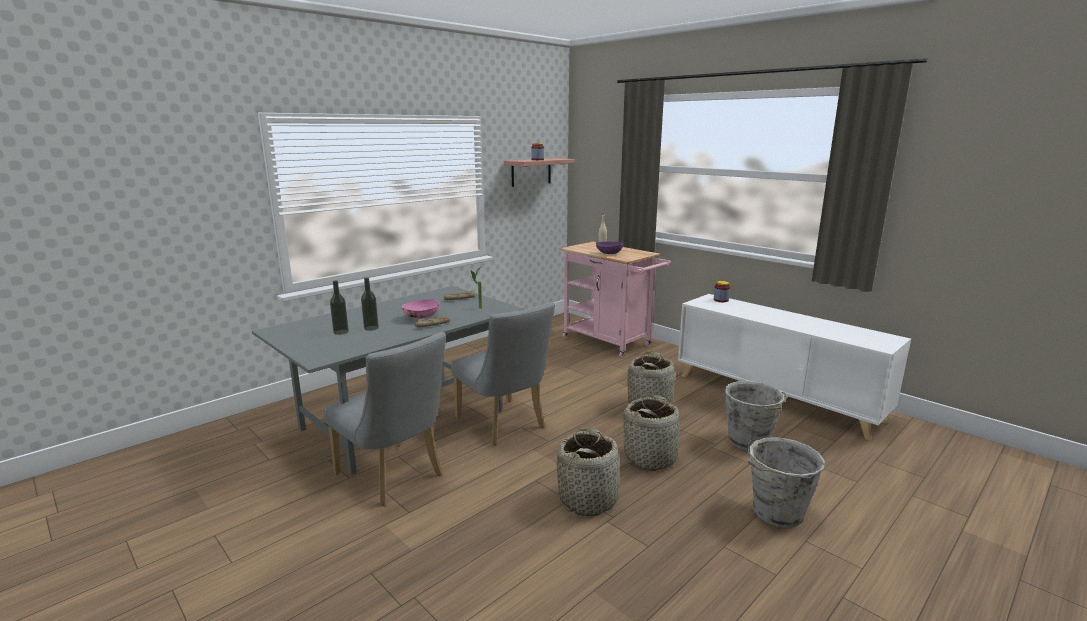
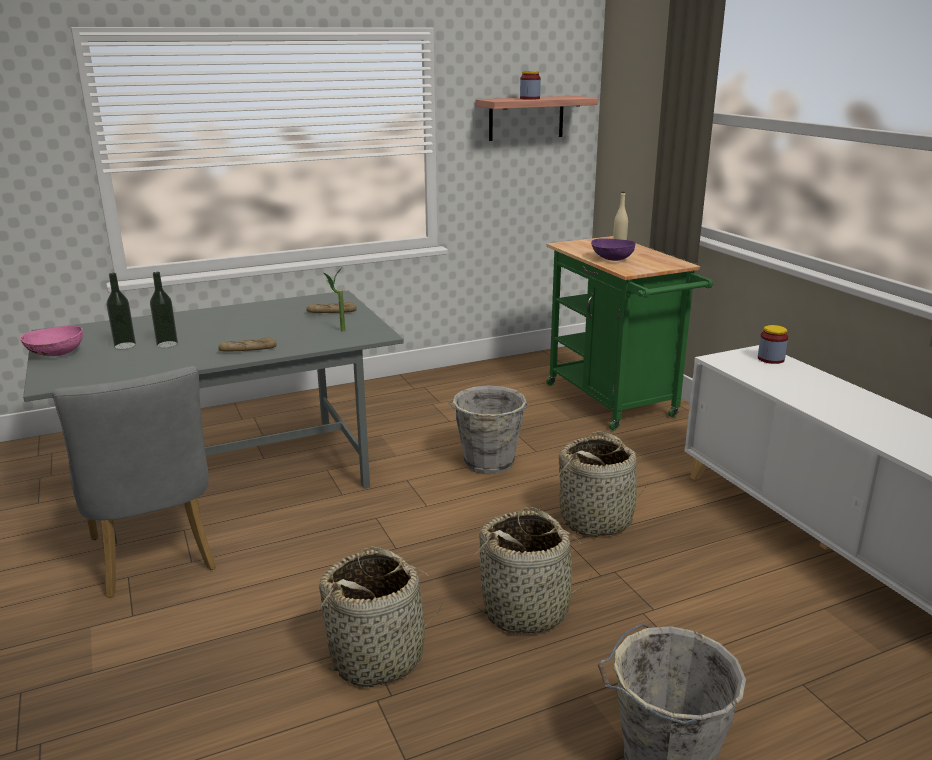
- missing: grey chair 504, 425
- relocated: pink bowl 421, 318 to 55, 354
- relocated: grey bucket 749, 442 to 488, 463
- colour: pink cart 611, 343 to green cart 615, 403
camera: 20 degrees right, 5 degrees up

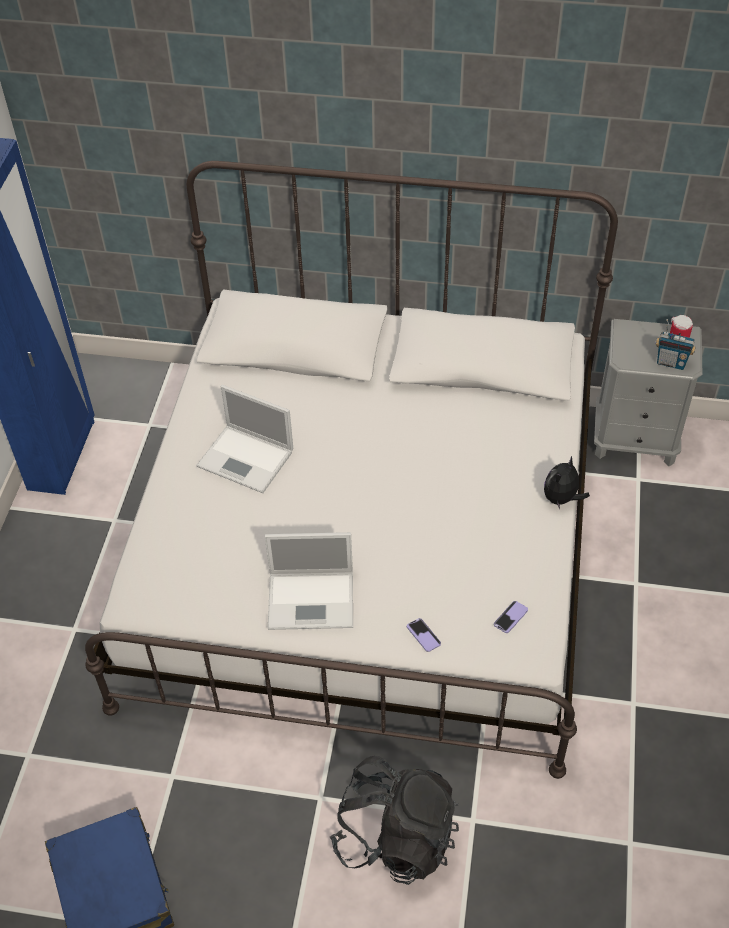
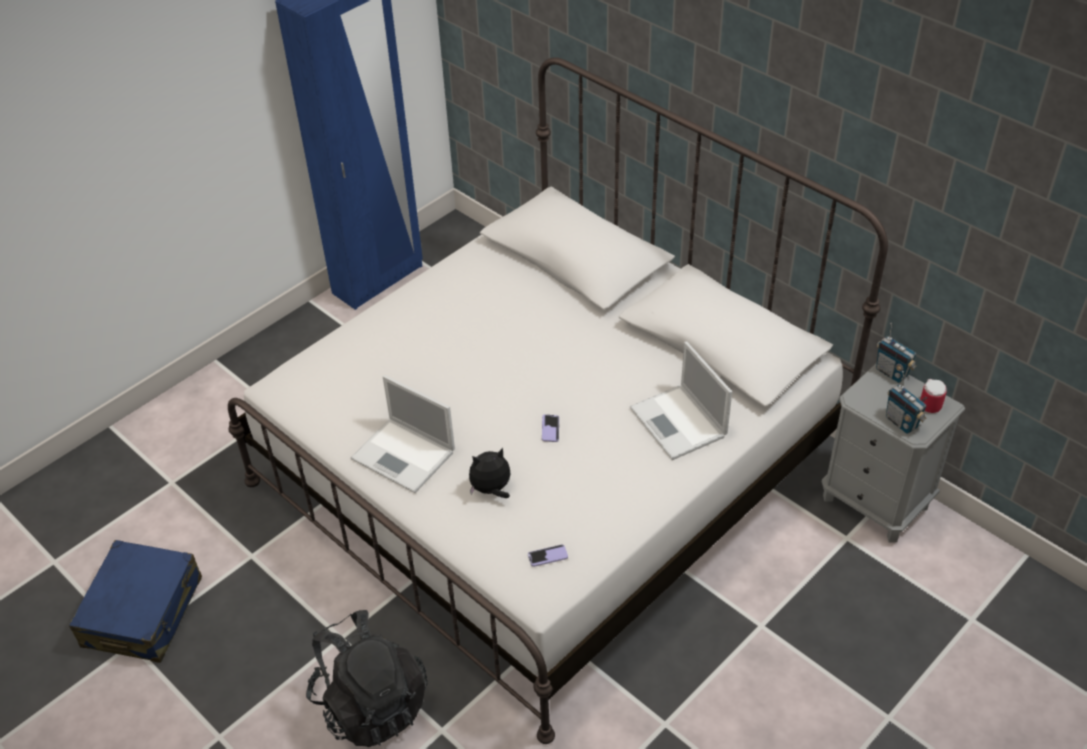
- appeared: radio 891, 373
- relocated: laptop 247, 459 to 679, 423
- relocated: phone 423, 635 to 550, 429
- relocated: plush toy 561, 499 to 491, 490
camera: 35 degrees right, 5 degrees down

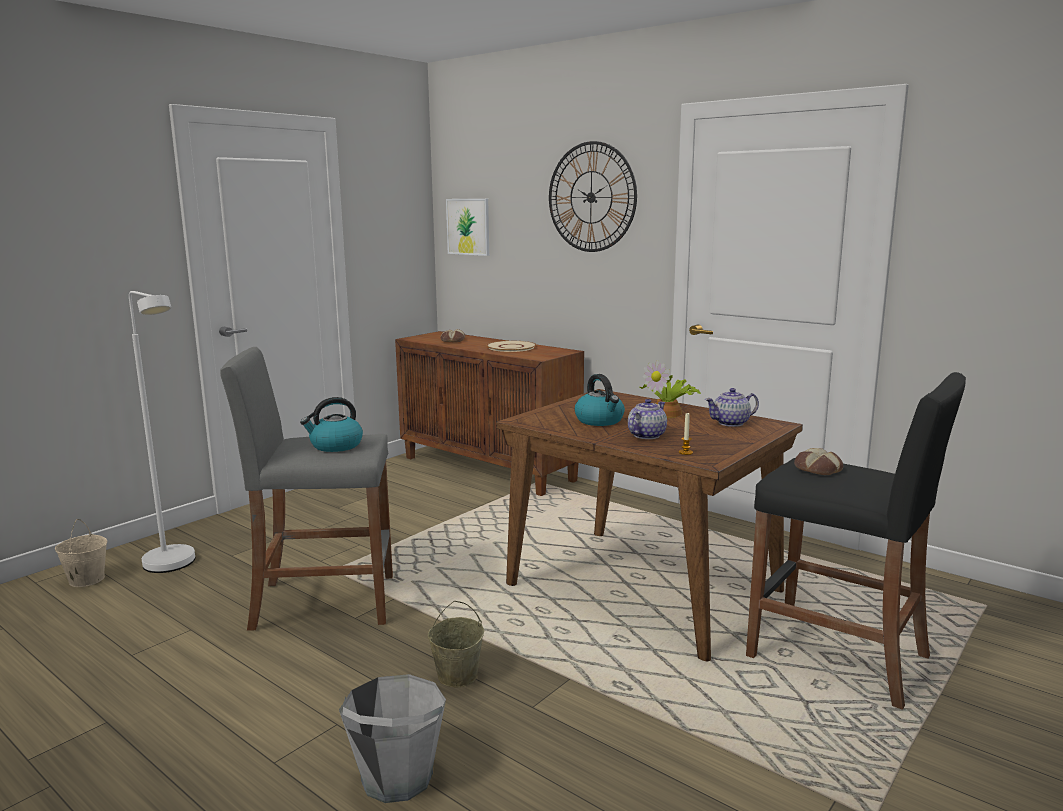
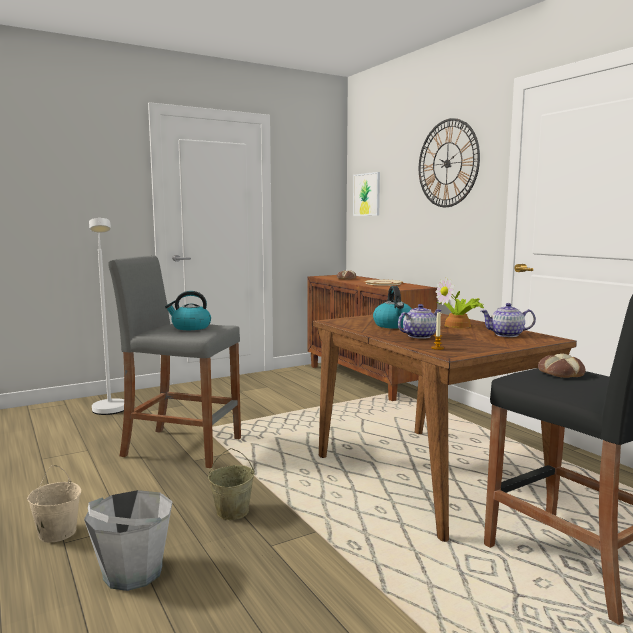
- relocated: beige bucket 86, 580 to 57, 533
camera: 20 degrees right, 5 degrees down

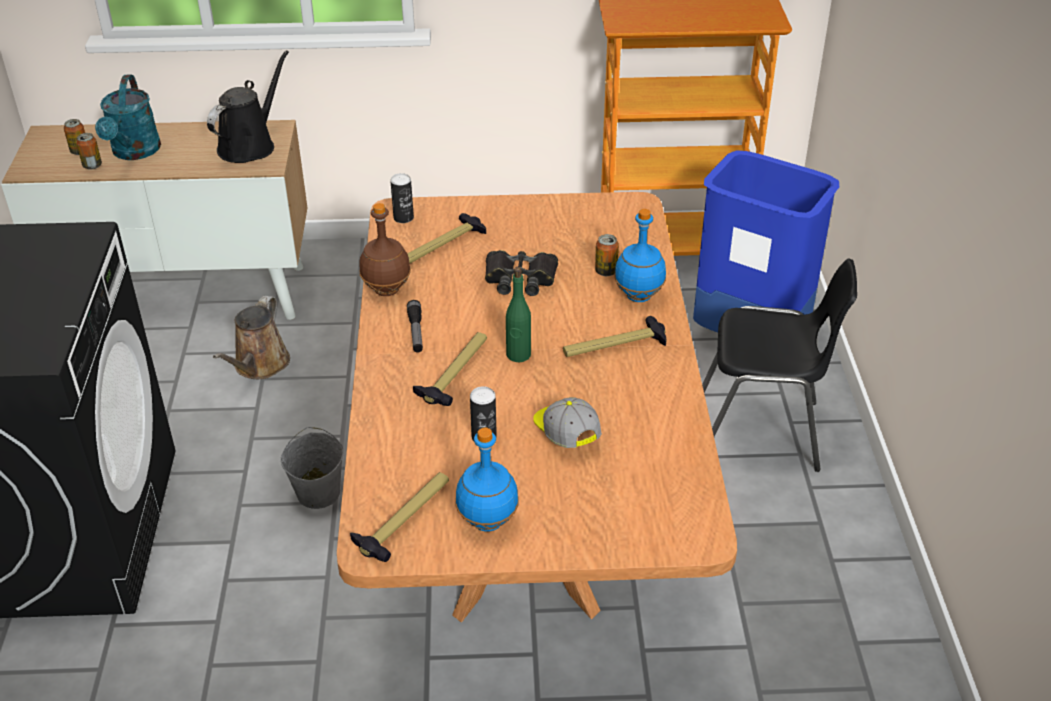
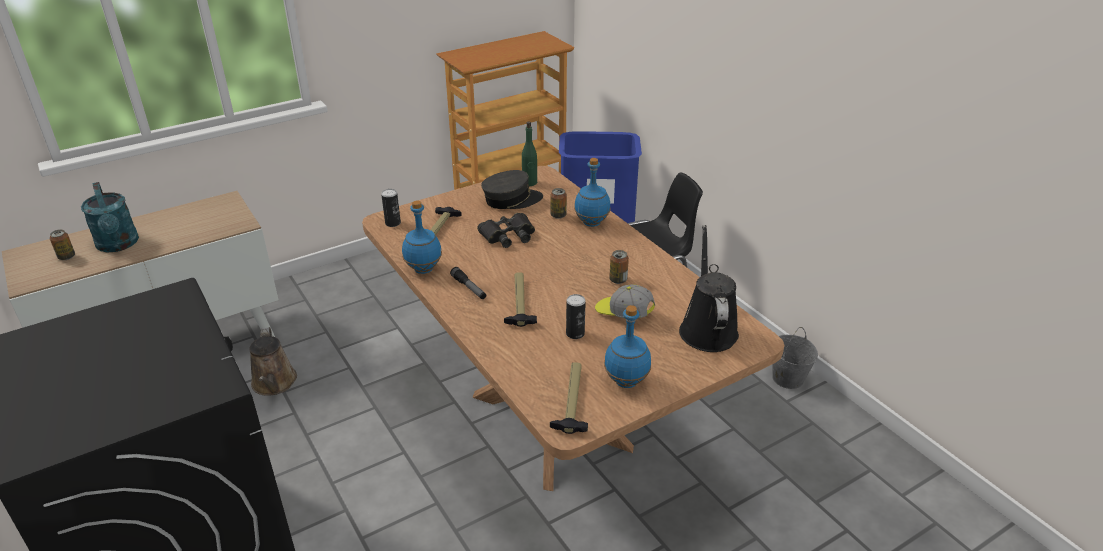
- missing: hammer 614, 346
- appeared: grey cap 511, 200
- relocated: can 92, 165 to 618, 280
- relocated: black watering can 250, 145 to 707, 329
- relocated: grey bucket 318, 492 to 787, 378
- relocated: green bottle 518, 355 to 529, 182
- colour: brown bottle 387, 290 to blue bottle 424, 269
camera: 30 degrees left, 5 degrees down

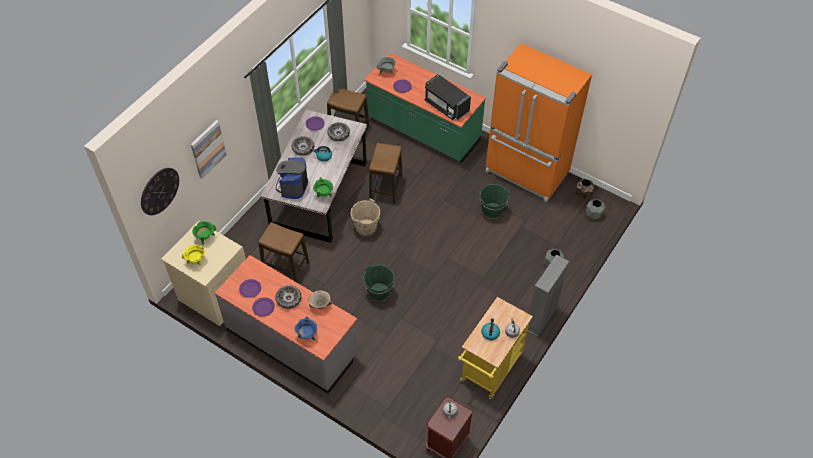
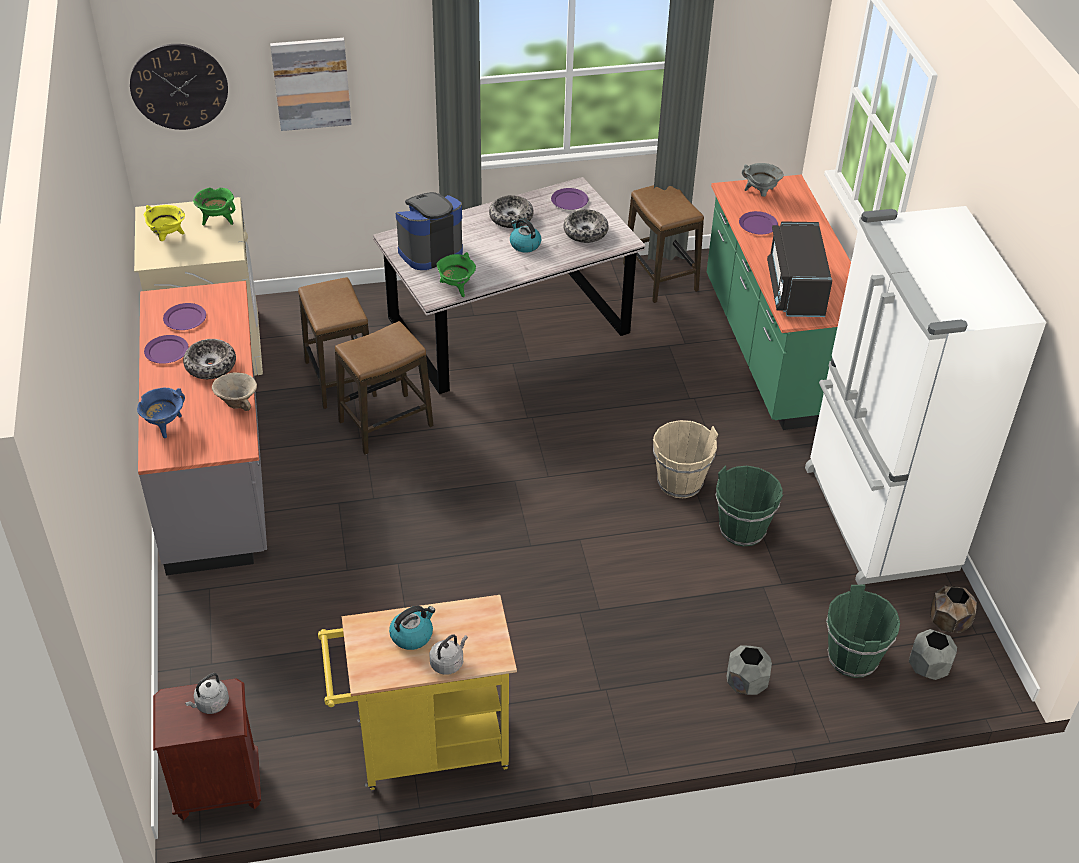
- missing: grey bookcase 541, 318
- relocated: beige bucket 366, 228 to 680, 483
- relocated: green bucket 379, 293 to 852, 658
- relocated: stool 386, 188 to 385, 424
- colour: orange fridge 526, 173 to white fridge 877, 519
camera: 45 degrees right, 10 degrees down

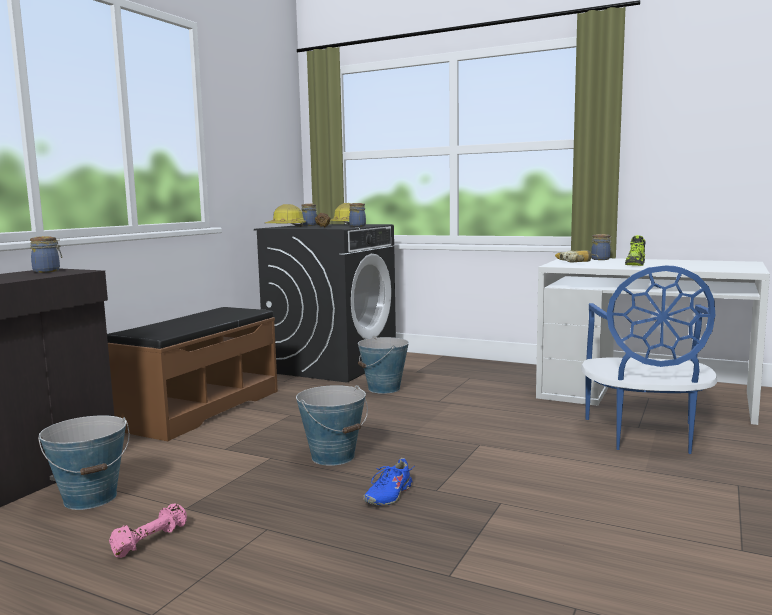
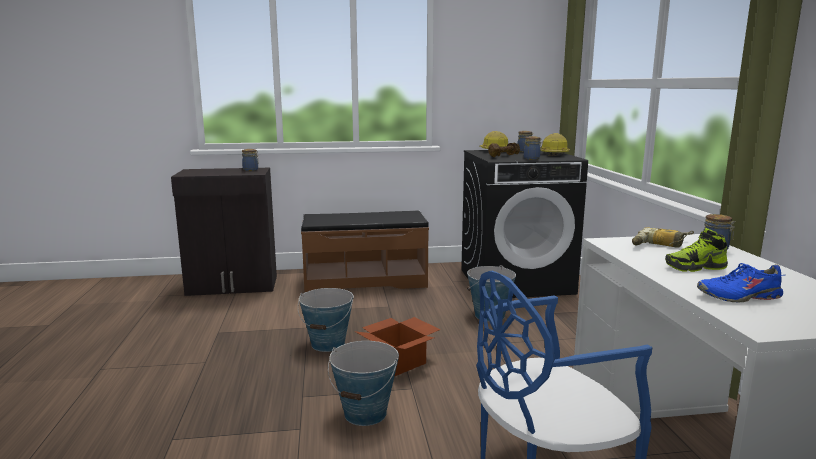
- missing: pink dumbbell 149, 541
- appeared: cardboard box 399, 362
- relocated: bucket 91, 498 to 365, 413
- relocated: blue shoe 388, 495 to 738, 296
camera: 55 degrees right, 5 degrees up

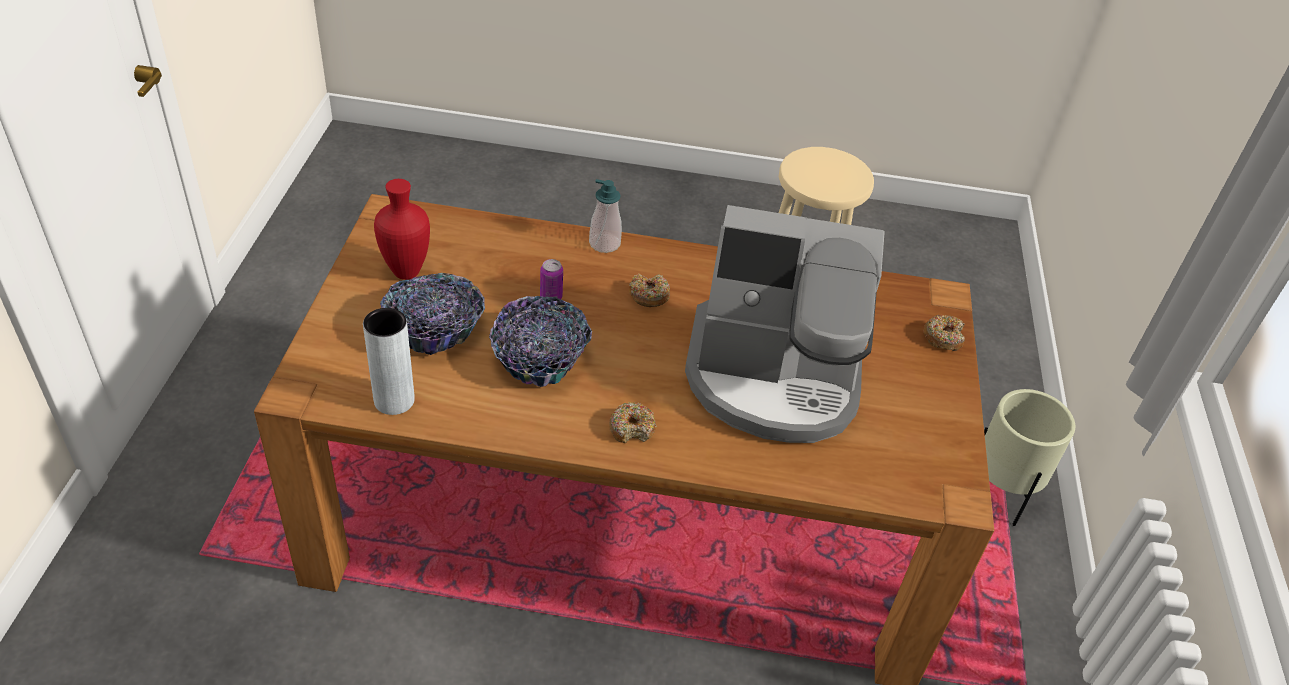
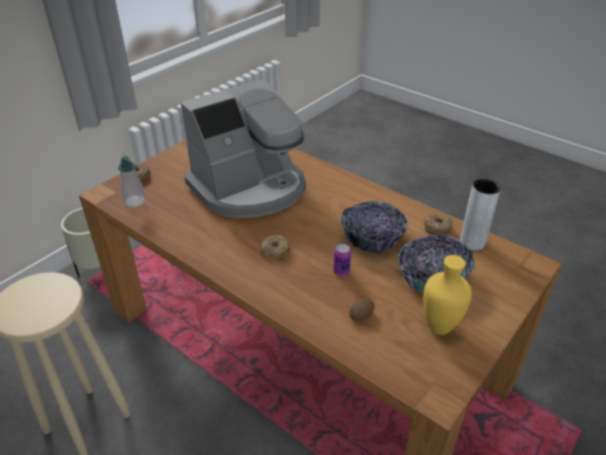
- appeared: potato 360, 315
- relocated: soap dispenser 604, 243 to 134, 201
- relocated: donut 632, 428 to 437, 228
- colour: red vase 408, 271 to yellow vase 438, 327
- spun: coffee machine 773, 378 = 250, 188 105 degrees clockwise
camera: 145 degrees left, 5 degrees down

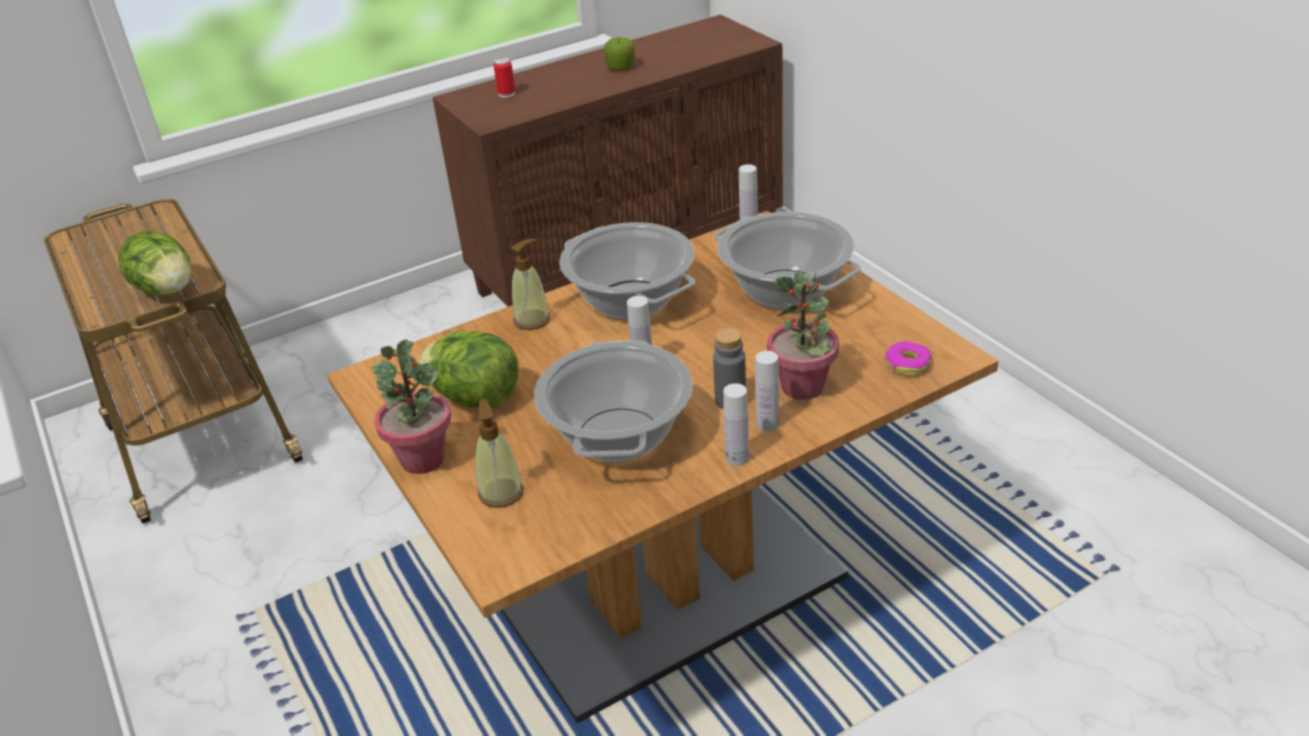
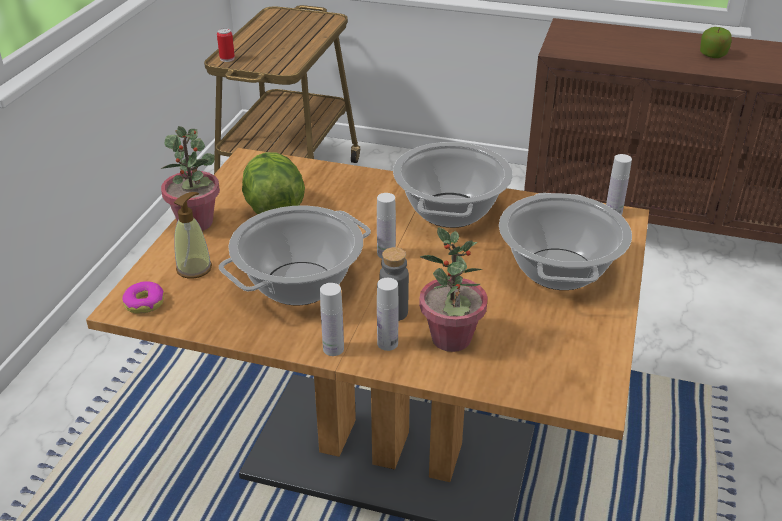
- missing: lettuce 167, 290
- missing: soap dispenser 532, 320
- relocated: can 507, 94 to 227, 59
- relocated: donut 908, 364 to 144, 303
camera: 45 degrees right, 0 degrees up

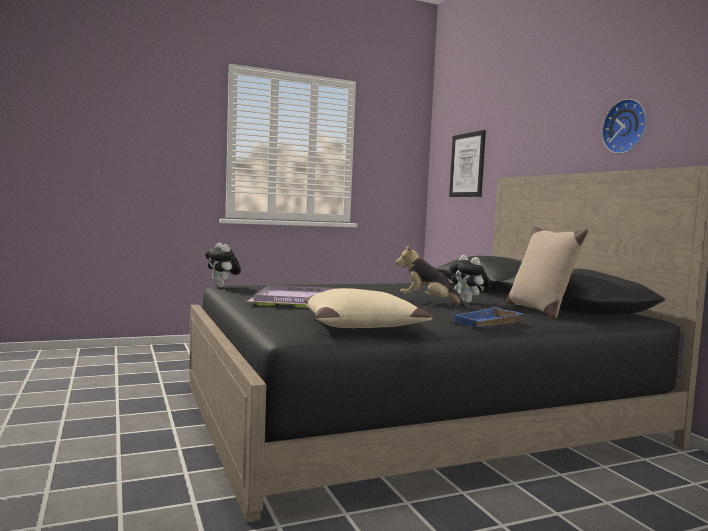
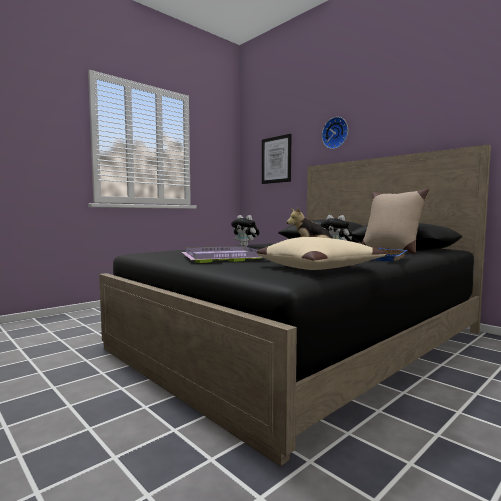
- relocated: plush toy 222, 287 to 245, 246
- relocated: wall clock 626, 127 to 336, 133
camera: 20 degrees left, 0 degrees up

